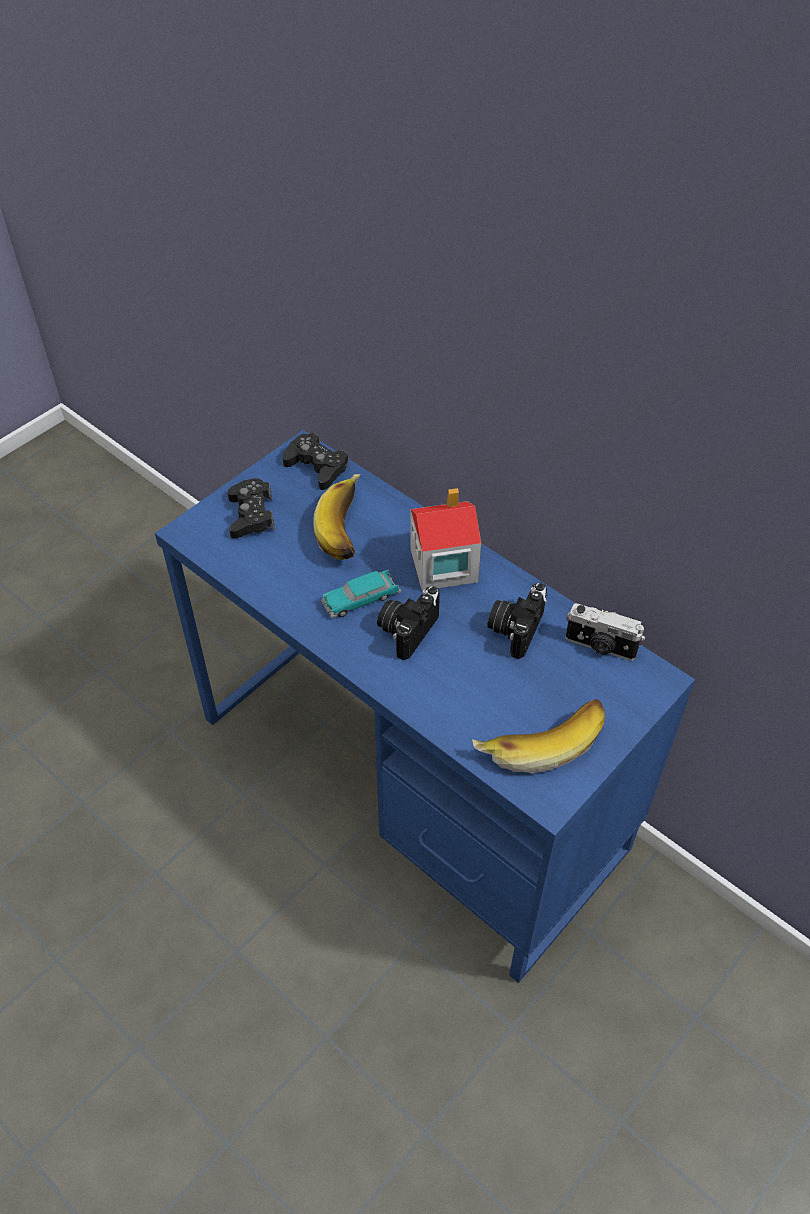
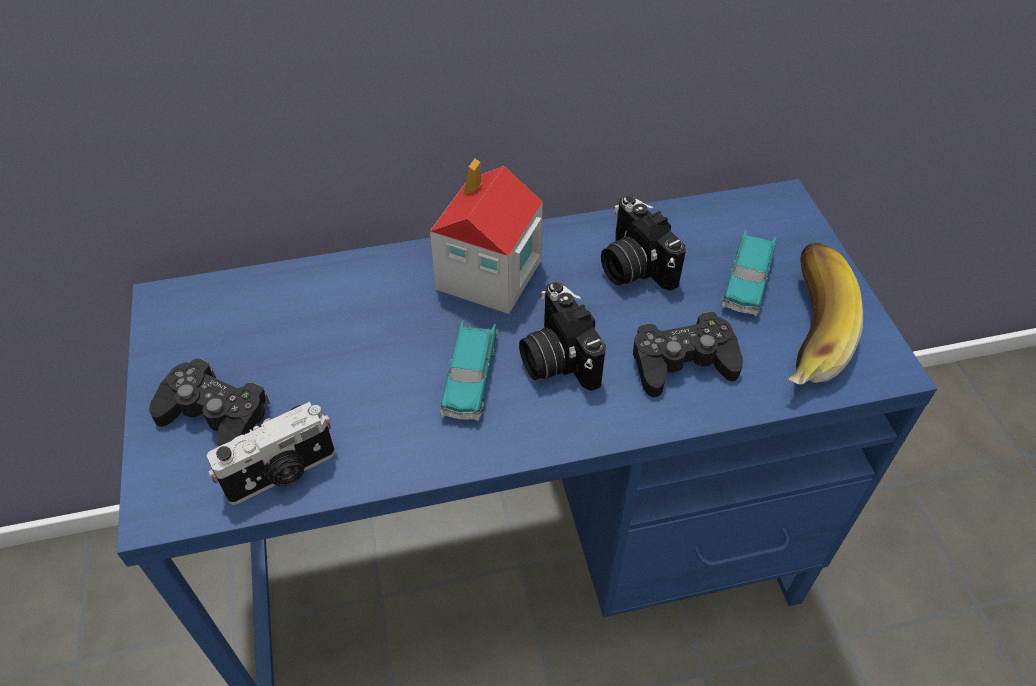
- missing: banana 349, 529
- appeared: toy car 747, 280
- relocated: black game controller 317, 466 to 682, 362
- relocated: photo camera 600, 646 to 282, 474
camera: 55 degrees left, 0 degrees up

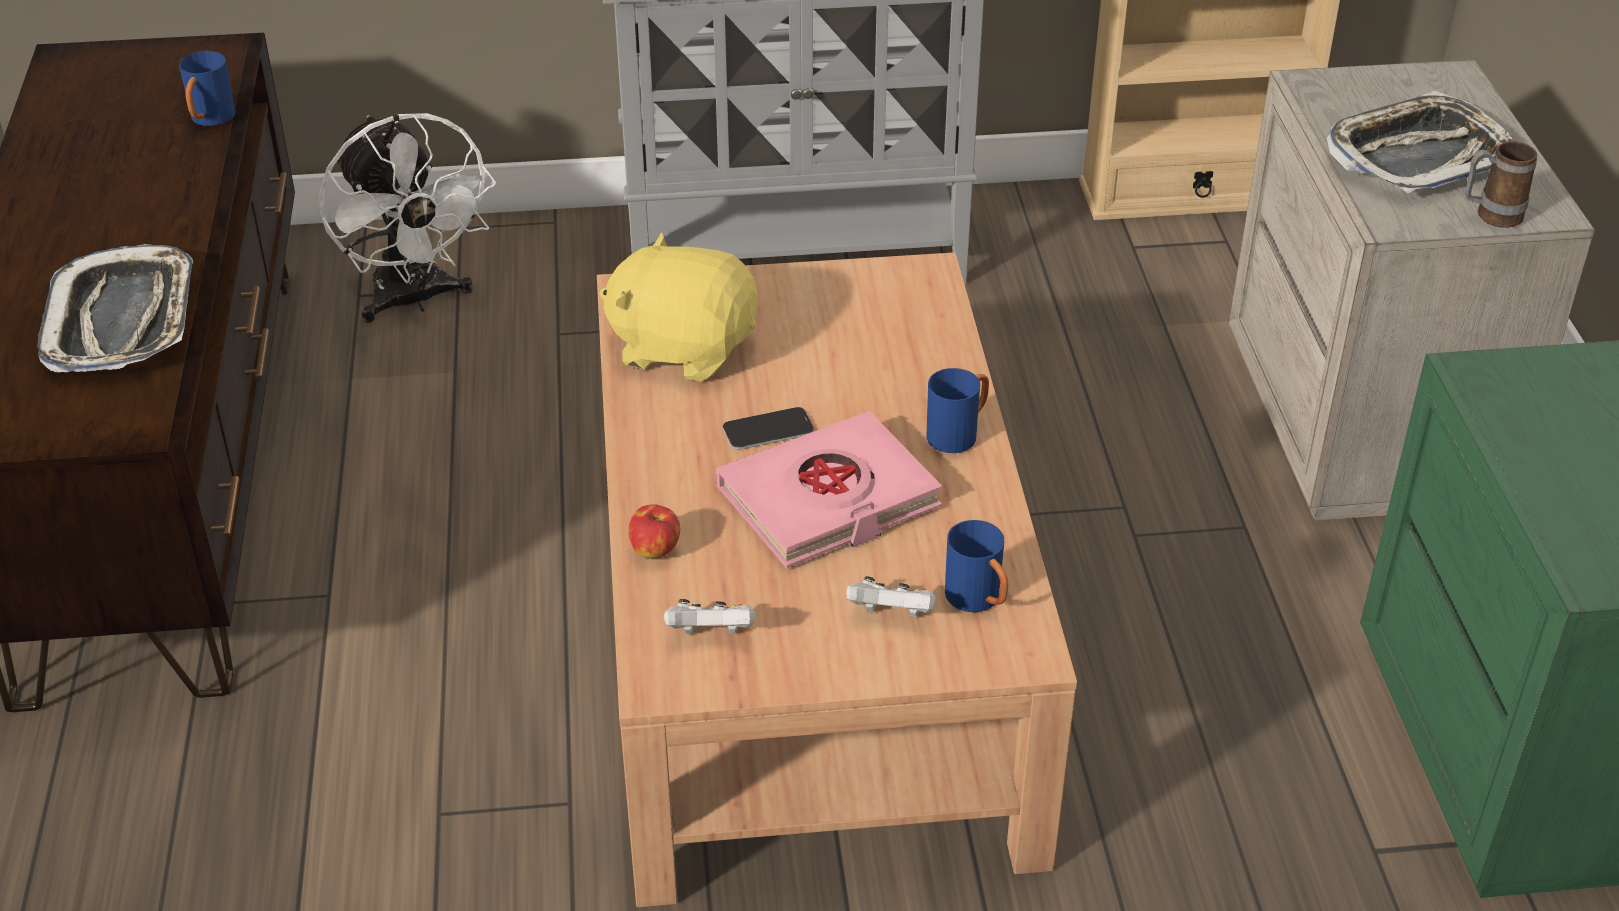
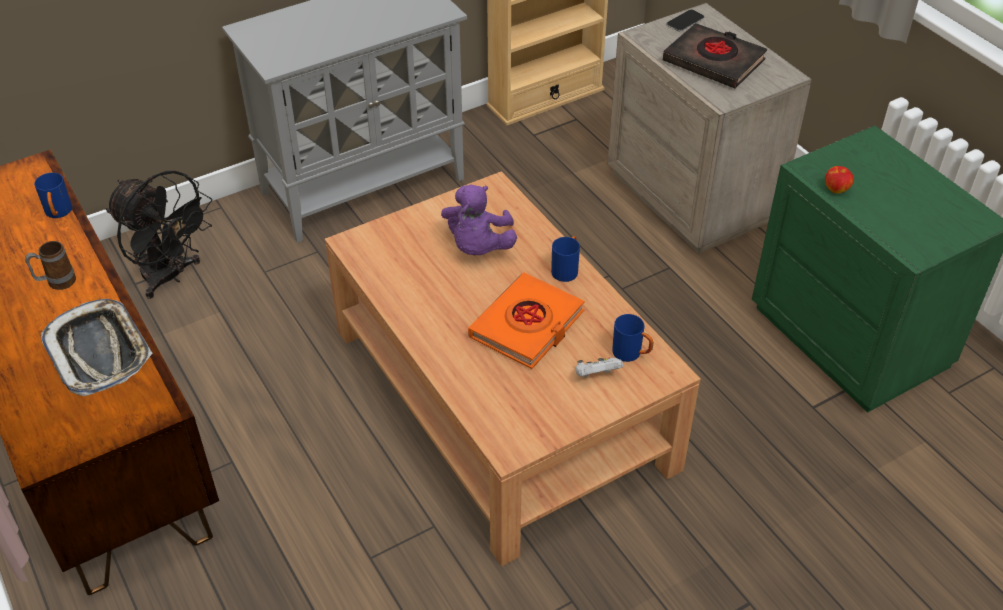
- missing: yellow plush toy 683, 347
- missing: white game controller 711, 634
- appeared: purple plush toy 478, 247
- relocated: apple 655, 550 to 836, 189
- relocated: phone 768, 430 to 685, 21
- relocated: mug 1490, 216 to 56, 283
- exchanged: tray 1418, 156 to black book 714, 61
- colour: white fan 415, 300 to black fan 170, 277
- colour: pink book 829, 500 to orange book 527, 326
camera: 25 degrees left, 5 degrees up

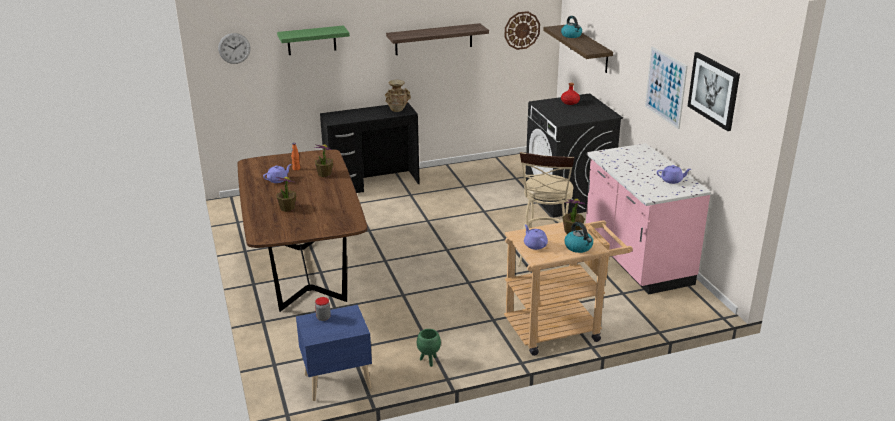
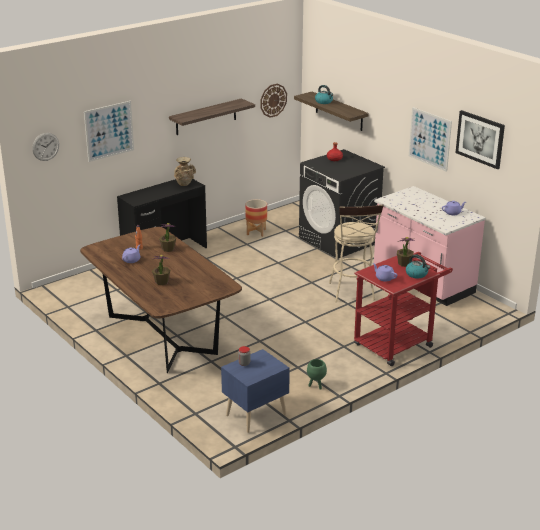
- appeared: planter 256, 232
- exchanged: green shelf 311, 40 to picture 109, 131
- colour: beige cart 560, 328 to red cart 398, 343
camera: 20 degrees left, 0 degrees up

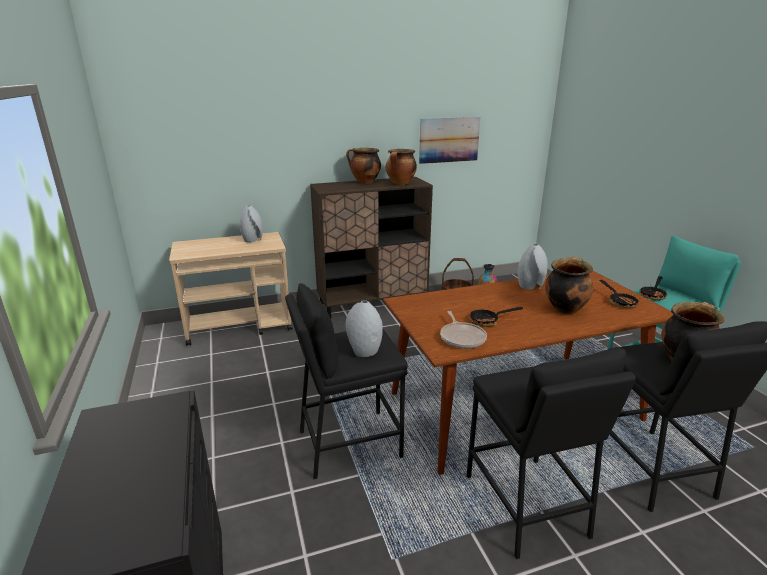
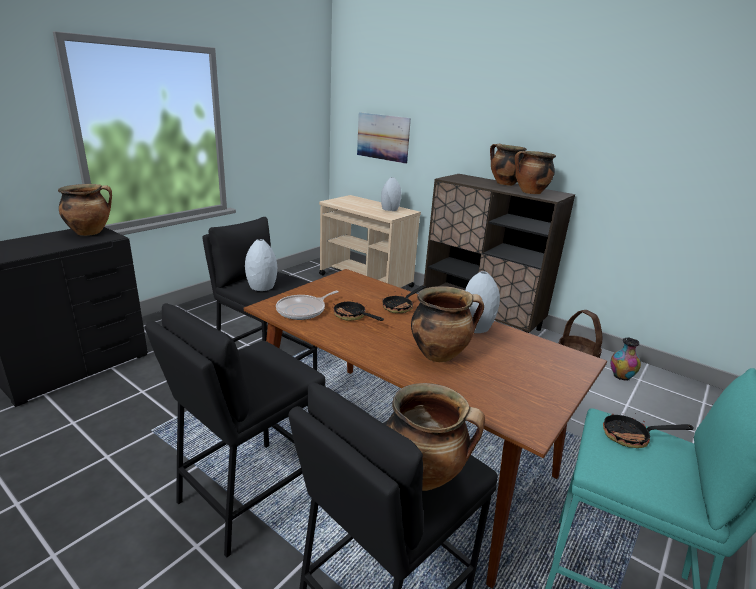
- appeared: cooking pot 90, 232
- relocated: picture 449, 140 to 383, 137
- relocated: frying pan 619, 302 to 400, 306
camera: 55 degrees right, 0 degrees up

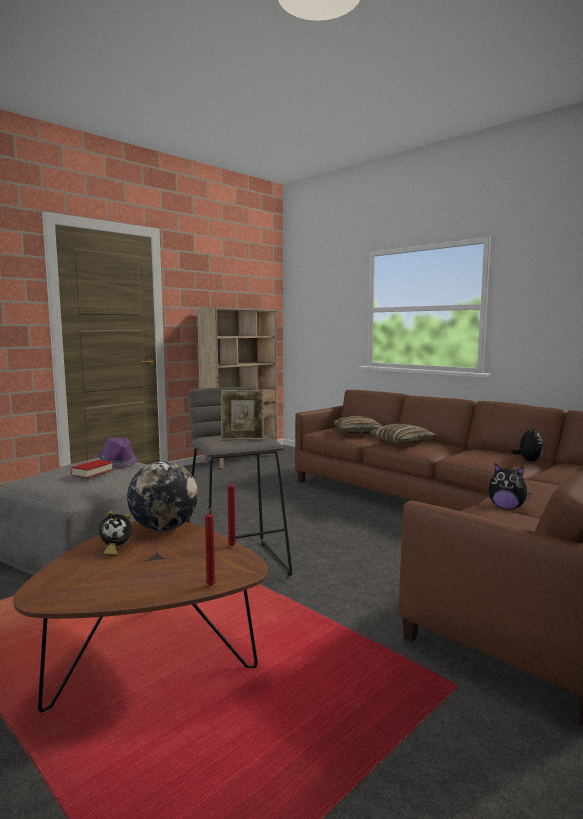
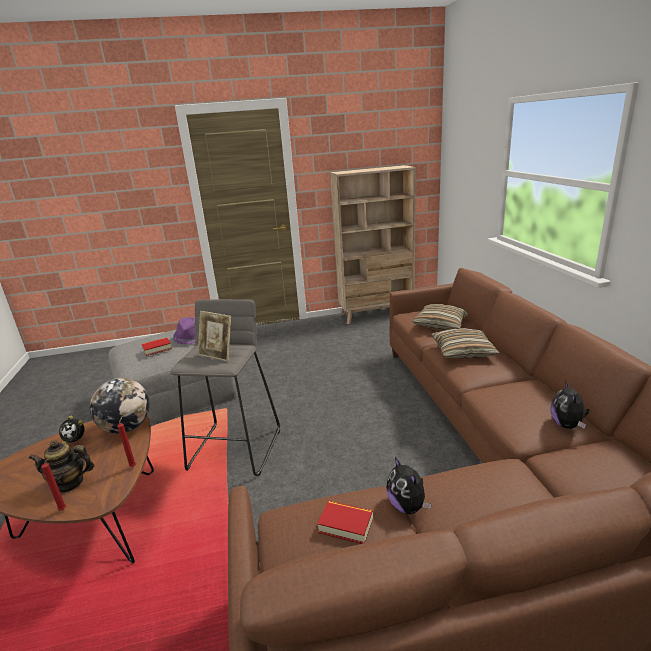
- appeared: teapot 69, 483
- appeared: book 346, 525
- spun: plush toy 528, 460 = 567, 425 135 degrees clockwise
camera: 35 degrees right, 15 degrees up

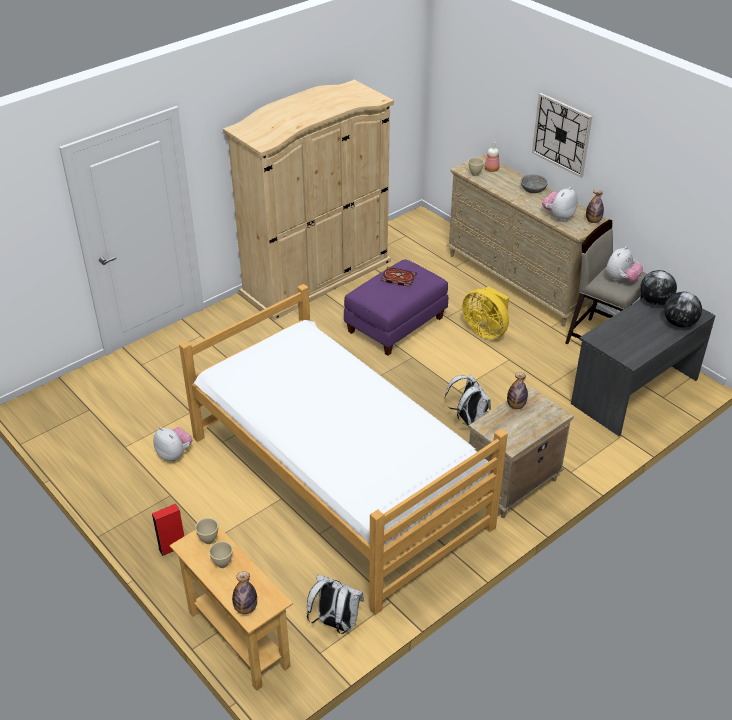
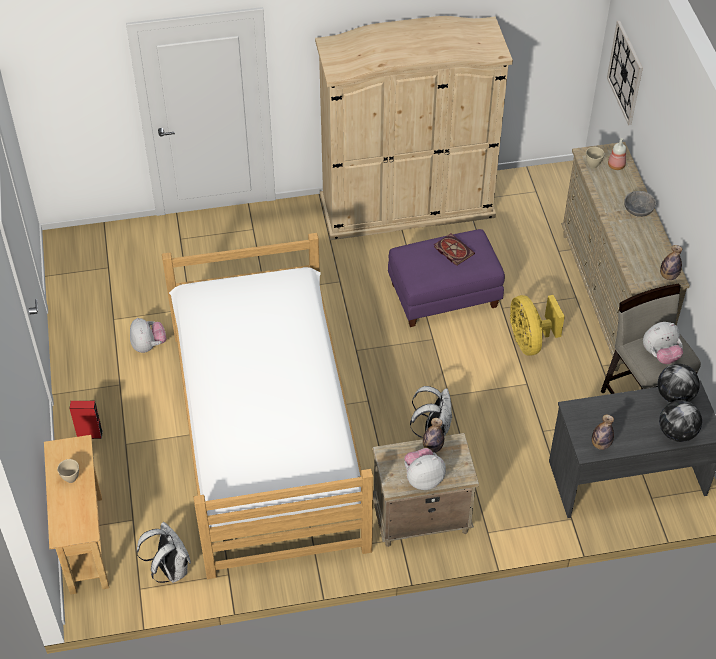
- missing: beige bowl 208, 540
- relocated: bottle 245, 608 to 600, 444
- relocated: wall clock 561, 134 to 625, 72
- relocated: plush toy 558, 216 to 423, 478
camera: 30 degrees right, 10 degrees up

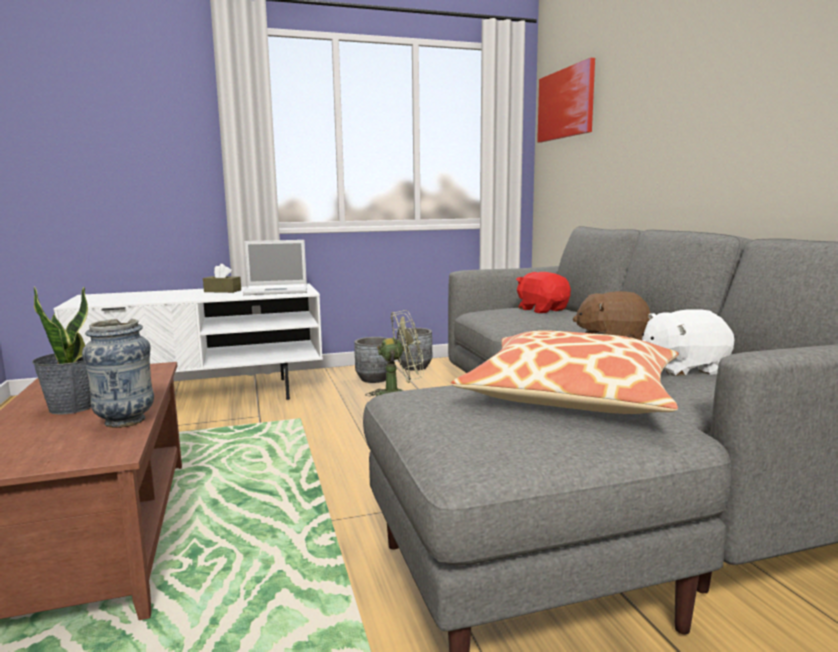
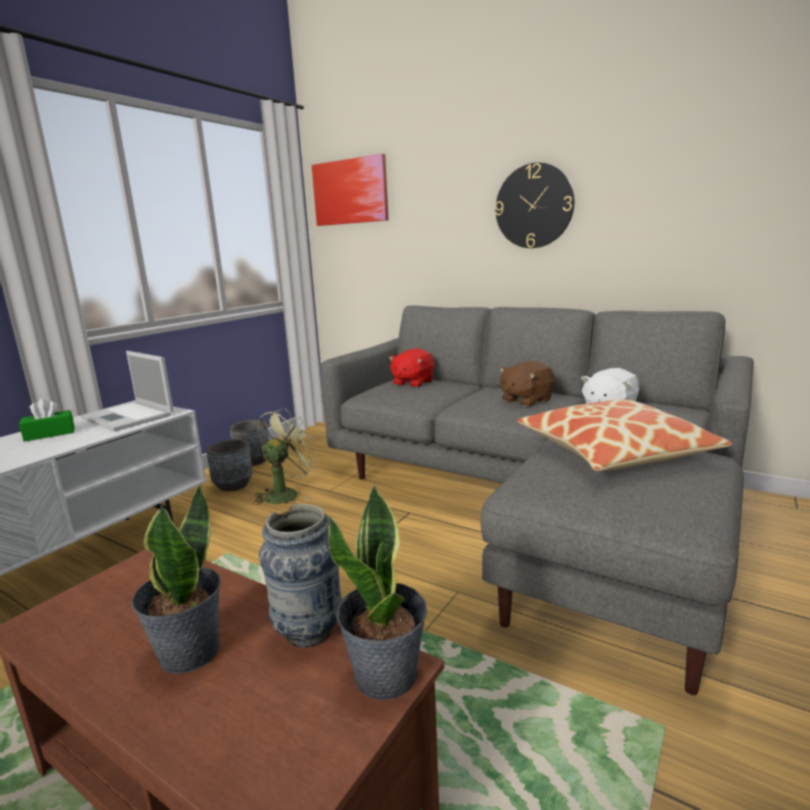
- appeared: potted plant 386, 675
- appeared: wall clock 534, 206
- colour: brown tissue box 222, 291 to green tissue box 50, 434
- spun: laptop 278, 290 = 129, 417 90 degrees clockwise
- spun: red plush toy 542, 310 = 412, 383 75 degrees counterclockwise
camera: 40 degrees left, 5 degrees up

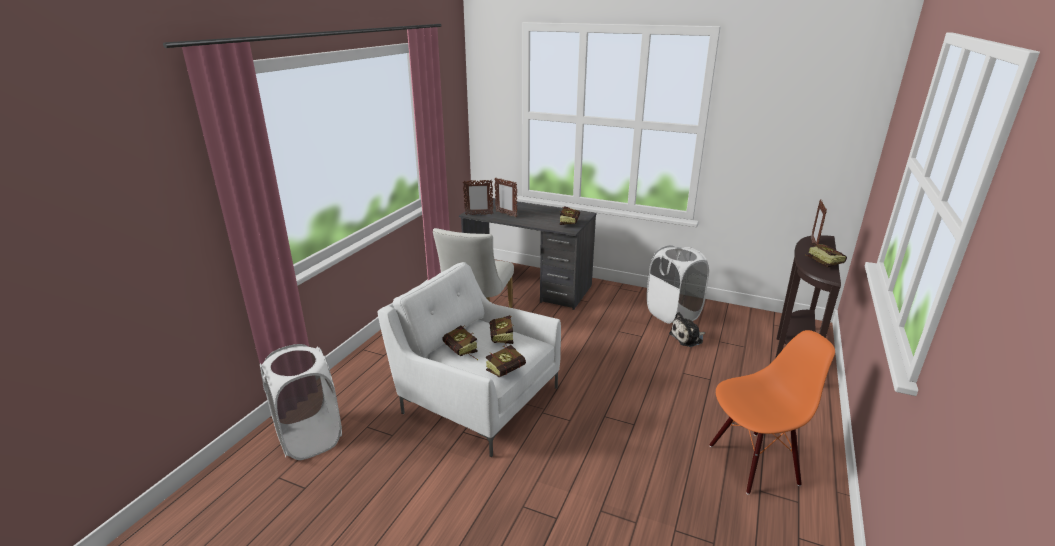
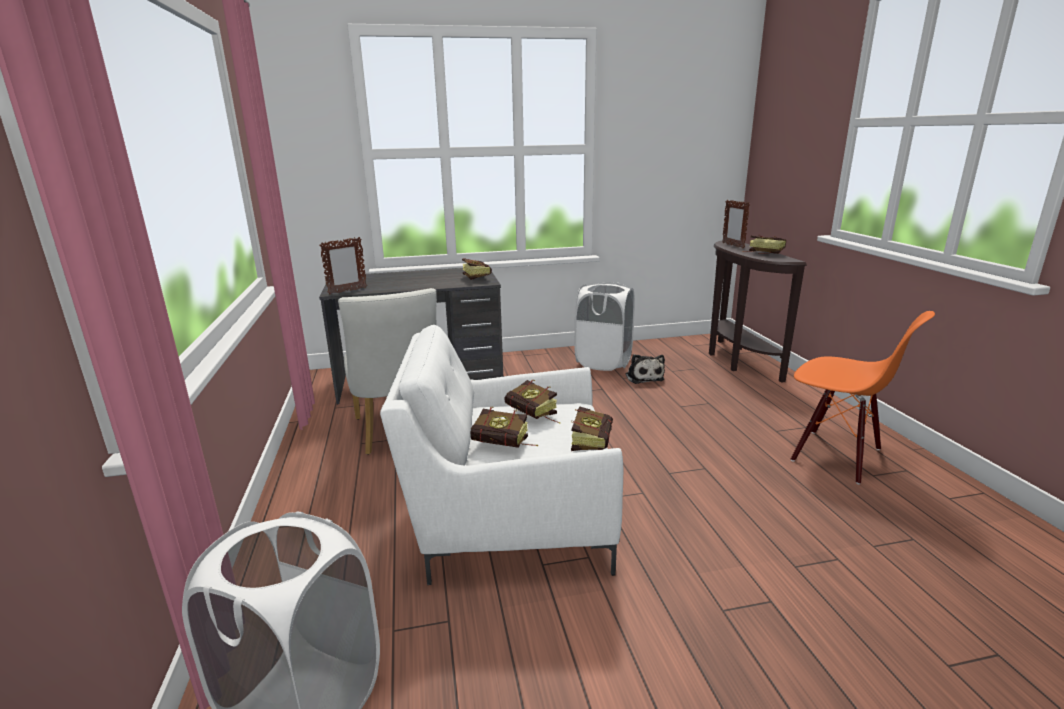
- missing: picture frame 506, 214
- spun: plush toy 688, 338 = 643, 377 45 degrees counterclockwise
- spun: orange chair 753, 463 = 836, 455 90 degrees clockwise
camera: 35 degrees left, 5 degrees down

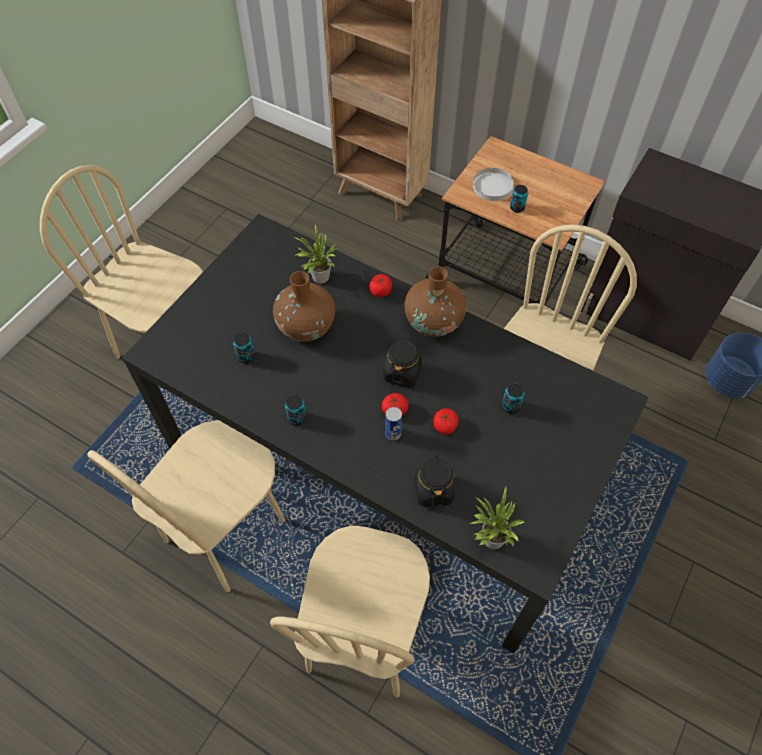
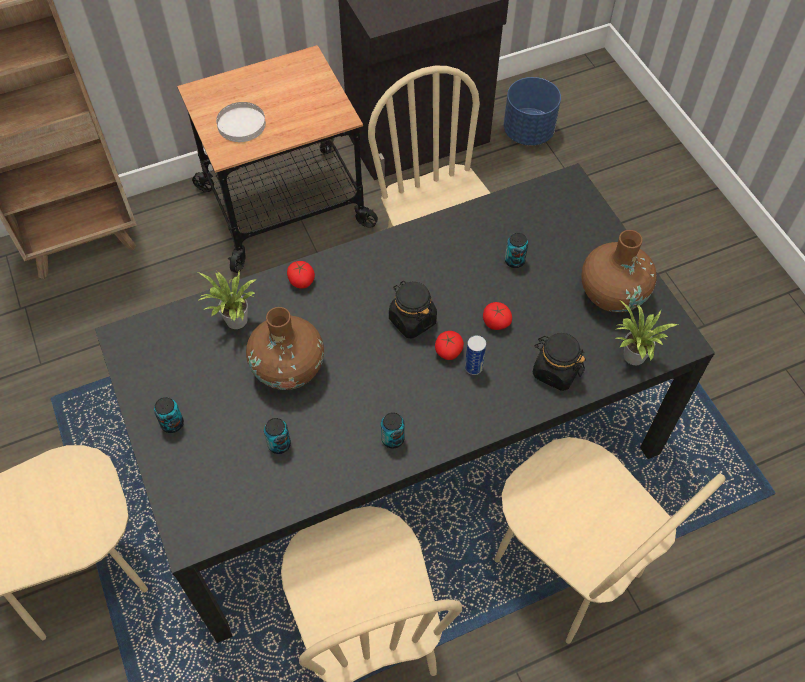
- relocated: brown vase 433, 322 to 612, 294
- relocated: can 517, 208 to 172, 424
camera: 55 degrees left, 0 degrees up

